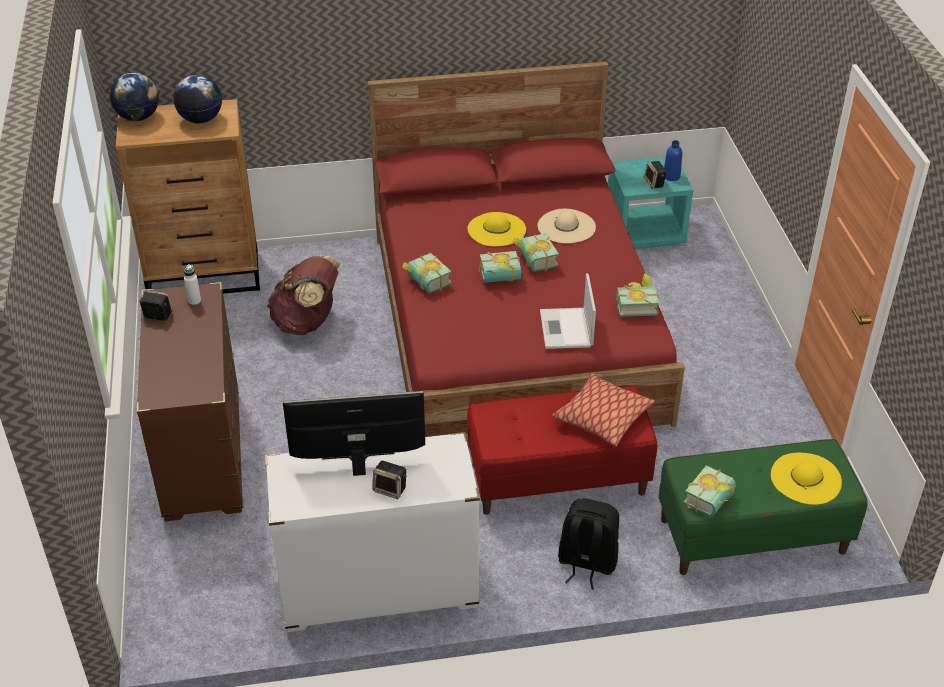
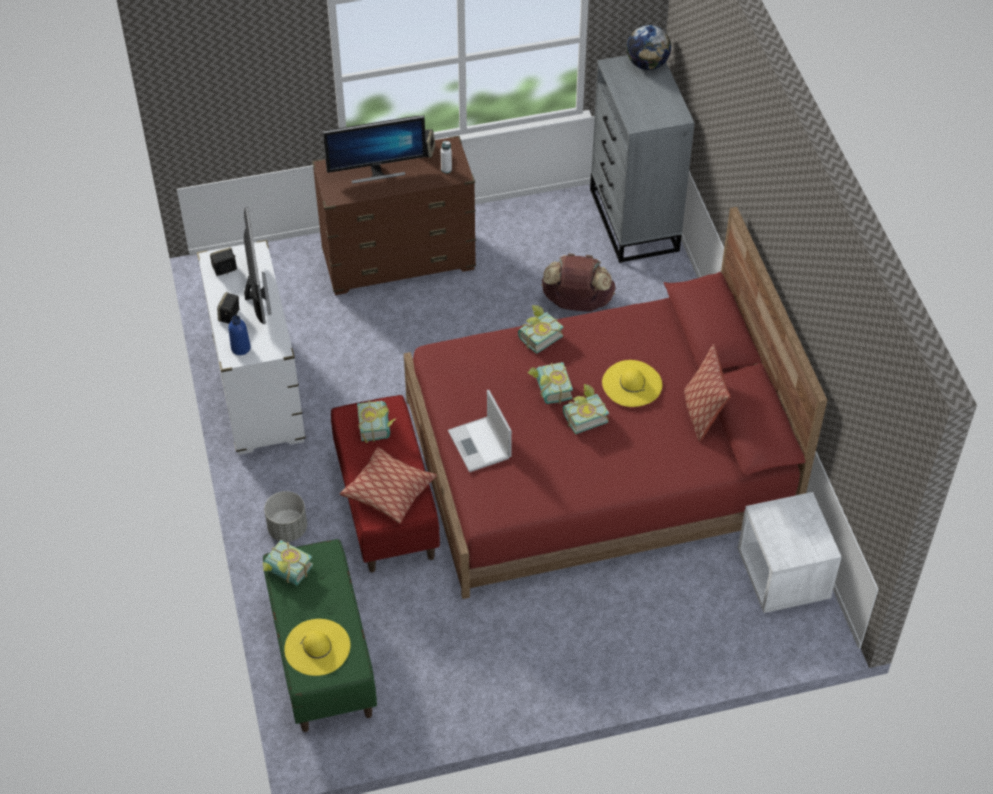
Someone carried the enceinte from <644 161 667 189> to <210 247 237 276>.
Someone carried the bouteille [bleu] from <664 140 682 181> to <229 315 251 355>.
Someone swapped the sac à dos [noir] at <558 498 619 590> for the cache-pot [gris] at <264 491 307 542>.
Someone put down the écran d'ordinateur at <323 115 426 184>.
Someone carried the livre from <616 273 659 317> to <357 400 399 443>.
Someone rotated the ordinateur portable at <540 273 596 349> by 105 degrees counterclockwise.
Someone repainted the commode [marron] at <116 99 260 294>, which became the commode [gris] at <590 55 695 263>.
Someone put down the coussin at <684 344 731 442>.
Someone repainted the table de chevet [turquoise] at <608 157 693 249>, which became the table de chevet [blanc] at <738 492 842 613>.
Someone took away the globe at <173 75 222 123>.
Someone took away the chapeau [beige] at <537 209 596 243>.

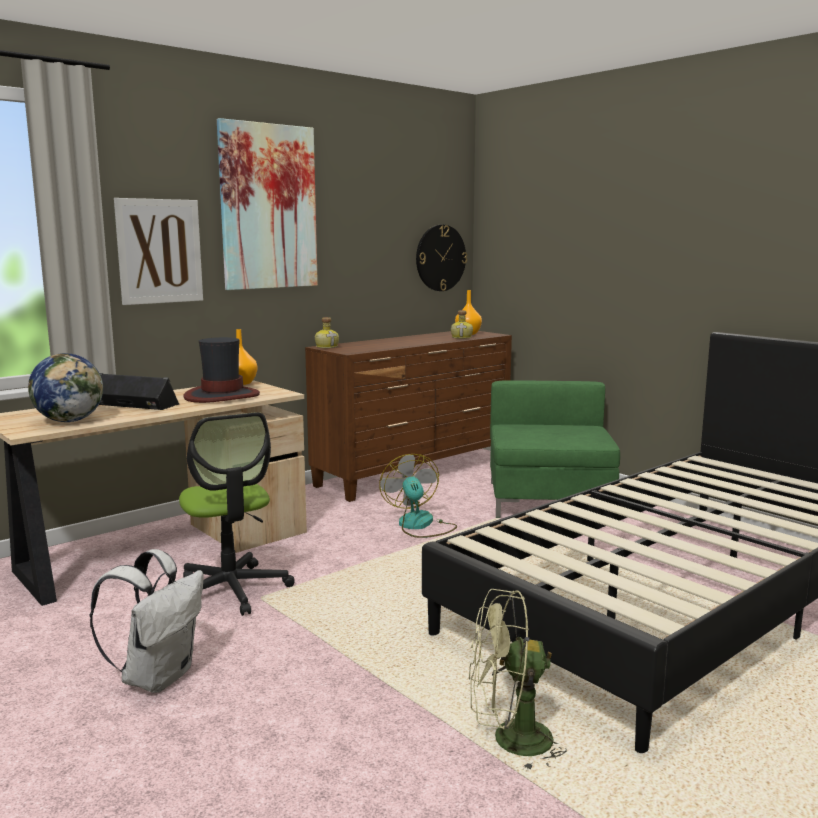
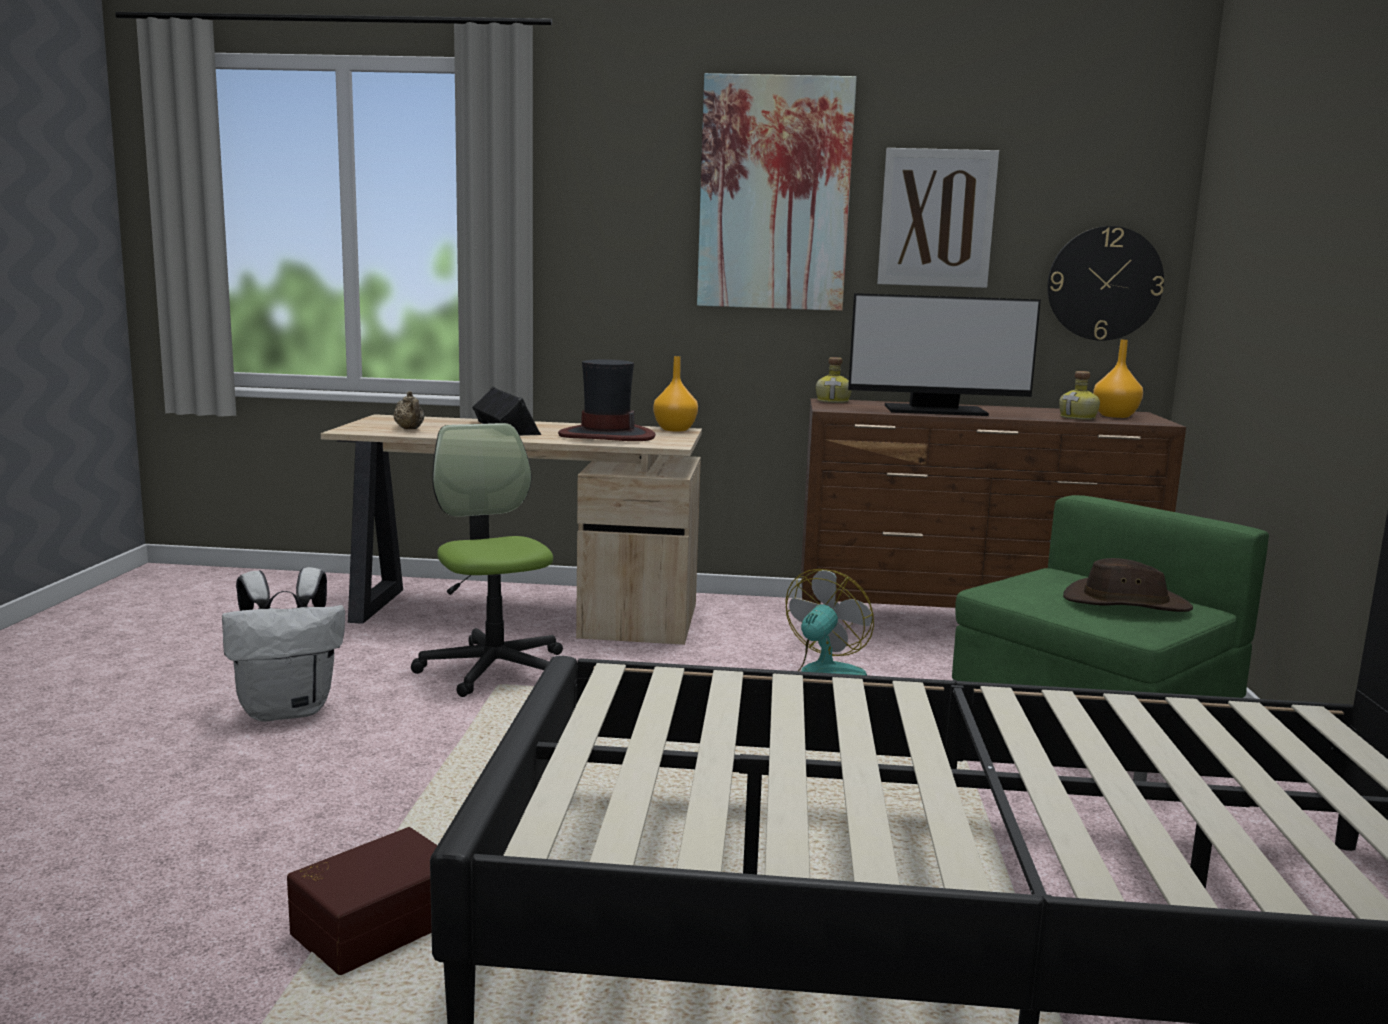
Someone swapped the ventilateur [vert] at <469 589 567 771> for the boîte de rangement [marron] at <287 827 437 975>.
Someone swapped the globe at <28 353 103 422> for the théière [beige] at <393 391 424 429>.
Someone rotated the chaise de bureau at <179 412 295 616> by 135 degrees clockwise.
Someone put down the écran d'ordinateur at <848 293 1041 416>.
Someone carried the tableau from <114 198 203 305> to <877 148 999 288>.
Someone put down the chapeau [marron] at <1063 558 1193 612>.

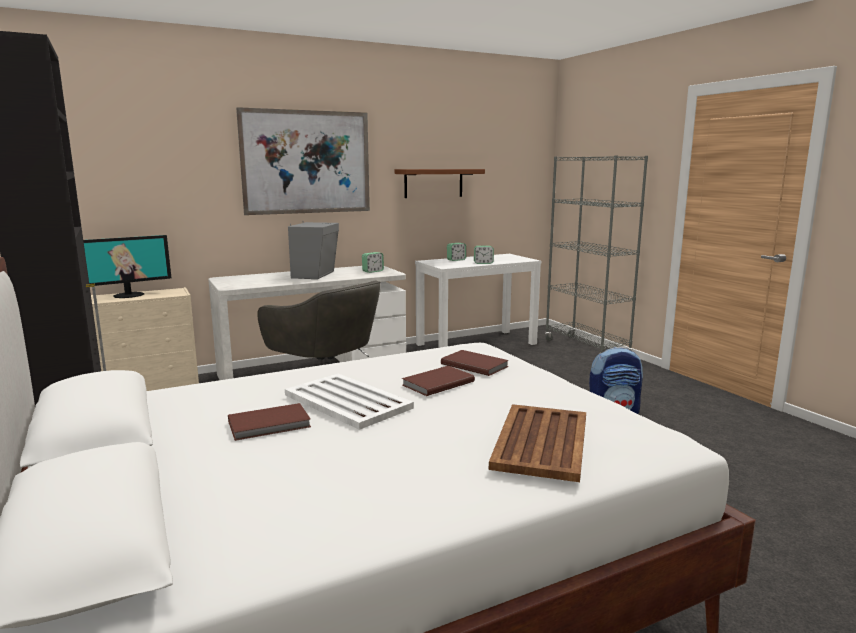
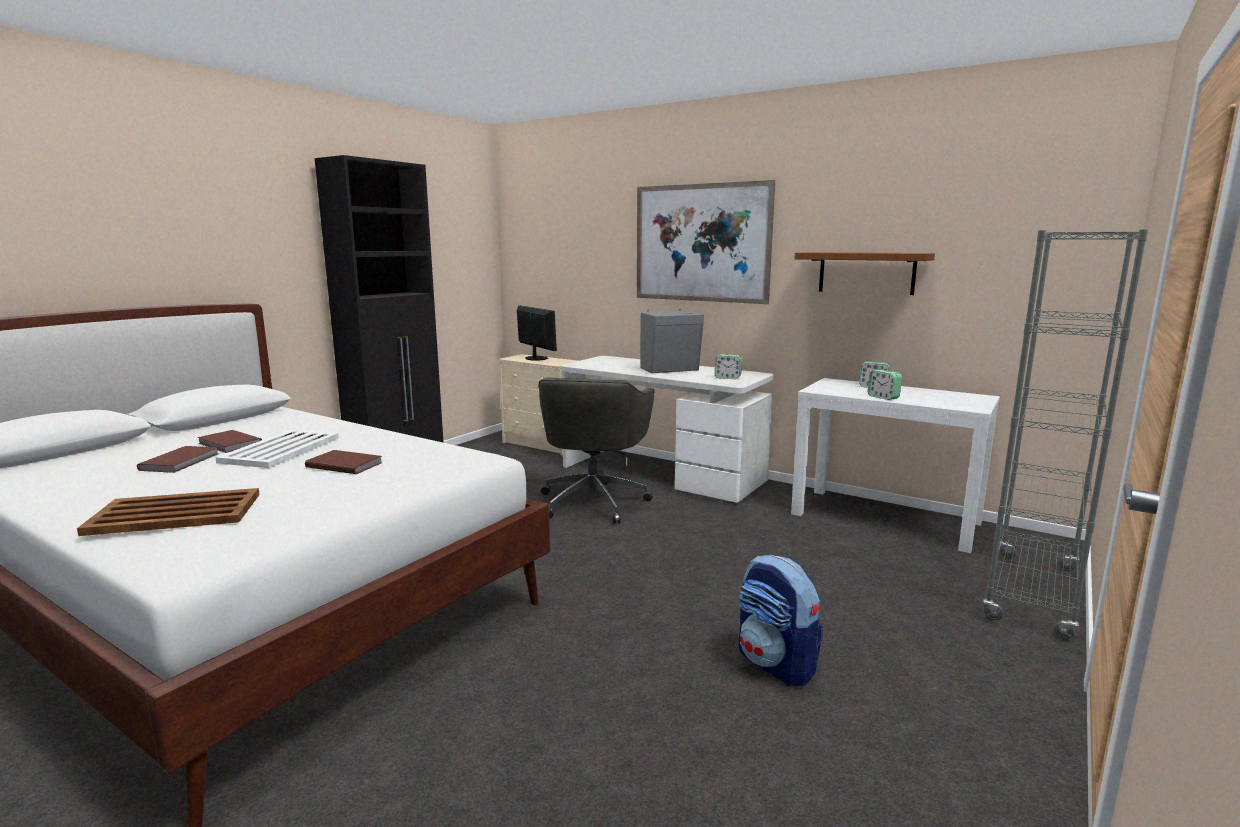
Someone carried the livre [marron] from <441 350 509 376> to <137 446 218 473>.
Someone rotated the écran d'ordinateur at <83 235 172 298> by 150 degrees counterclockwise.

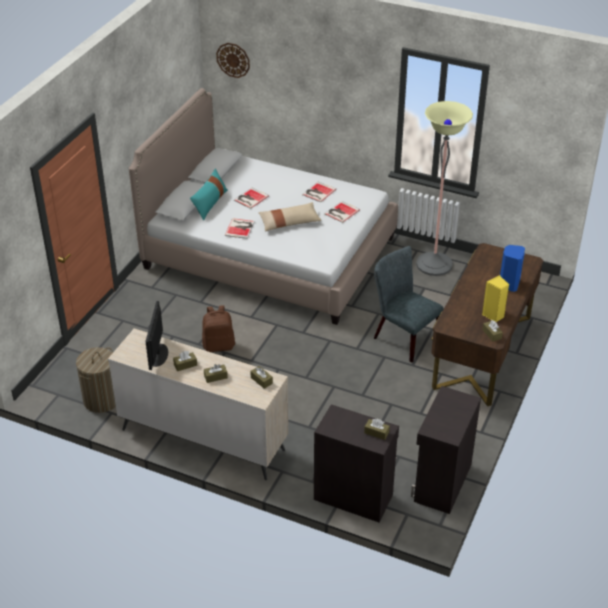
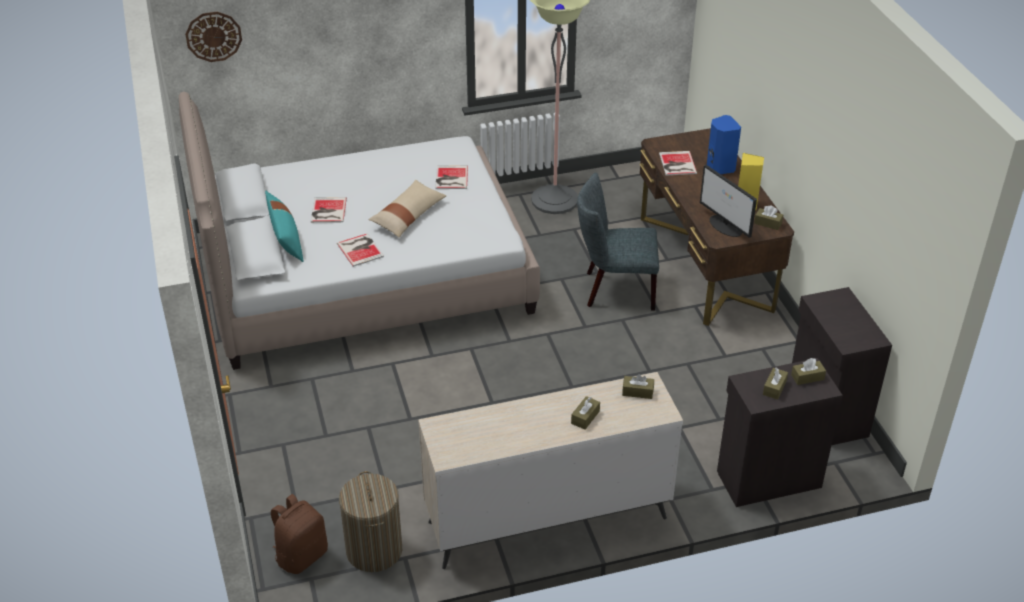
Someone carried the sac à dos [marron] from <202 305 235 352> to <271 494 328 574>.
Someone carried the livre from <302 182 336 202> to <659 151 697 175>.
Someone carried the écran d'ordinateur from <146 301 168 370> to <700 165 757 238>.
Someone carried the boîte à mouchoirs [marron] from <173 351 197 371> to <763 368 788 400>.

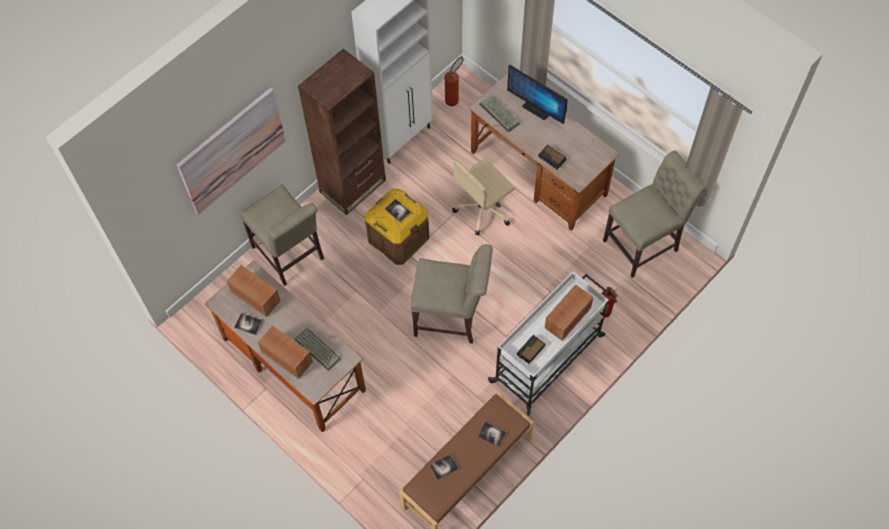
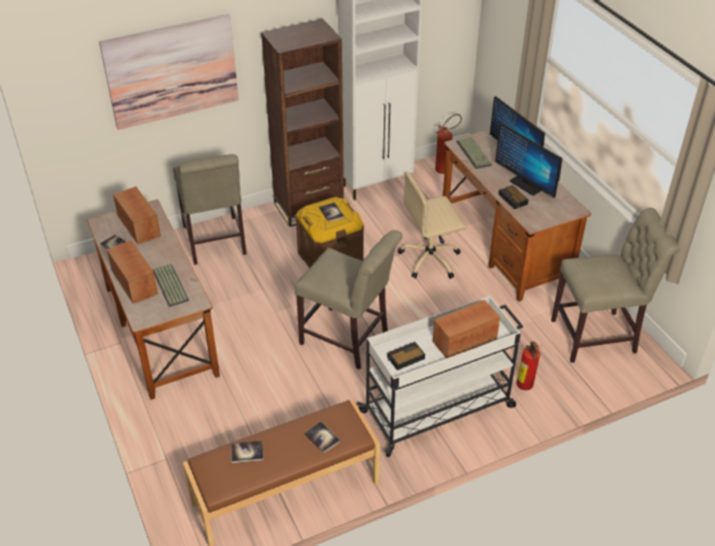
Someone put down the écran d'ordinateur at <495 123 562 198>.

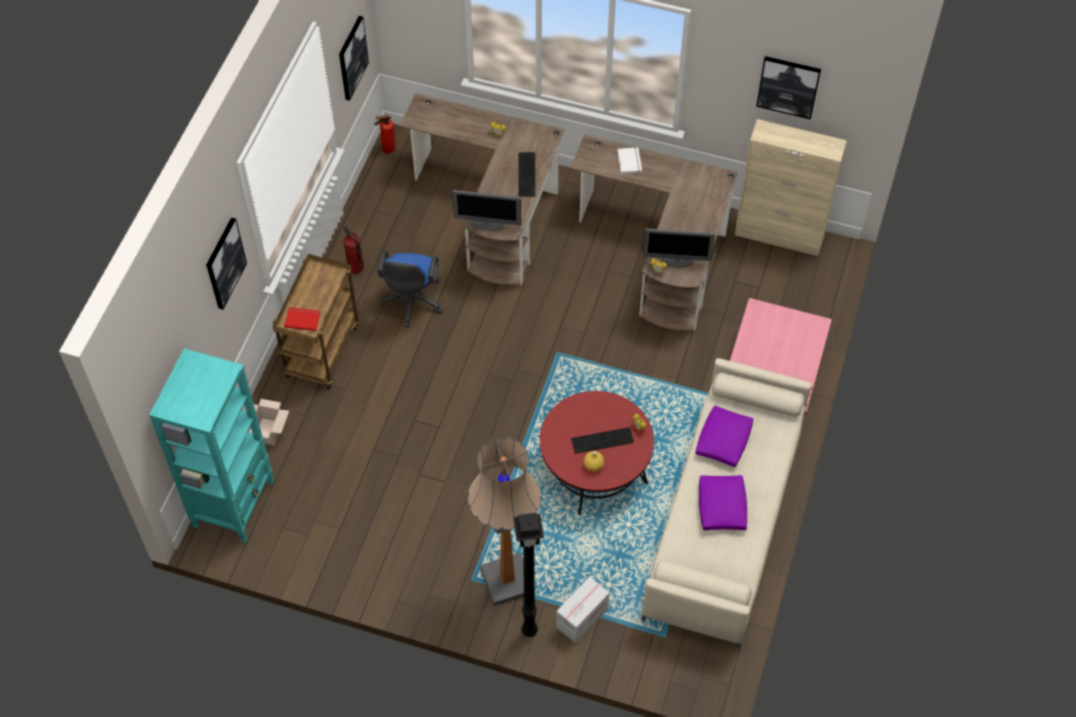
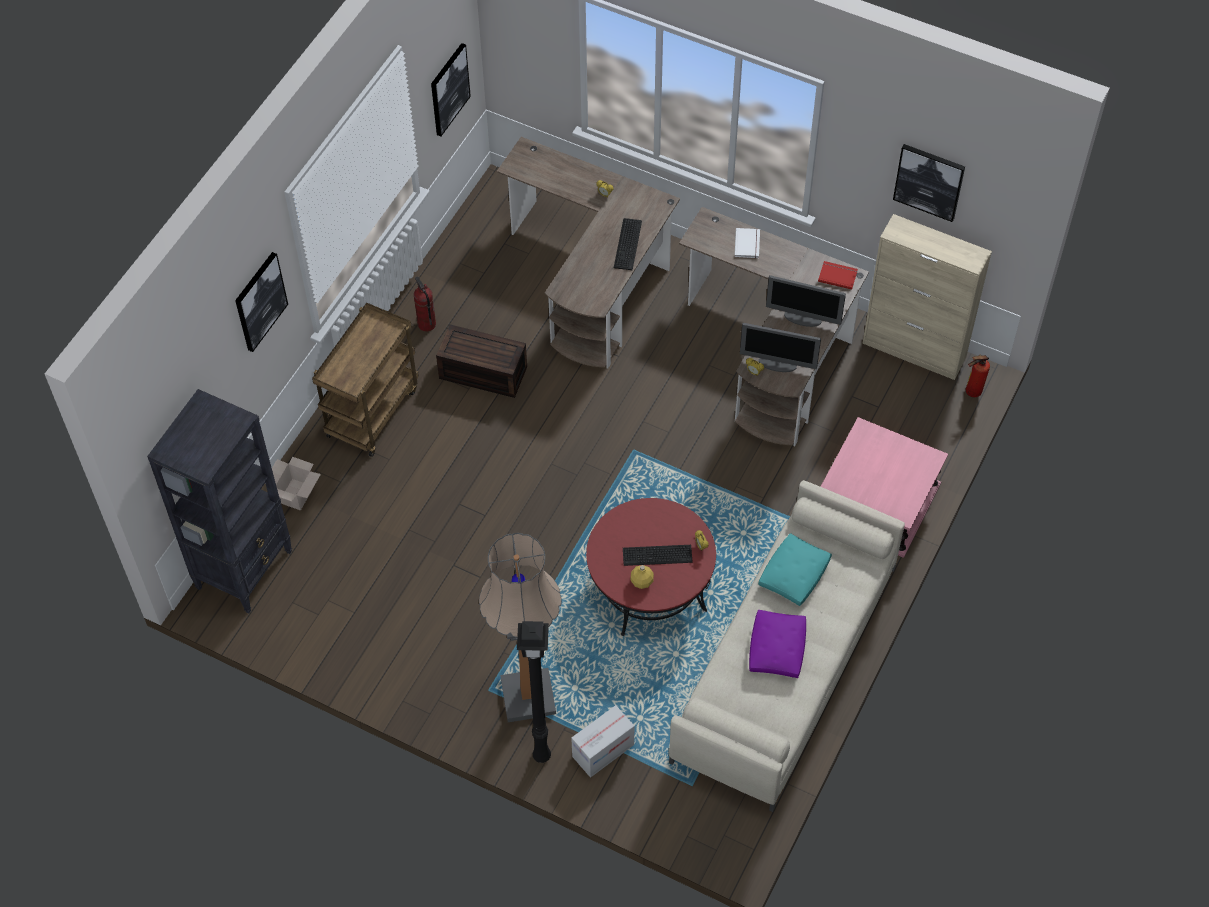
Someone repainted the bibliothèque [turquoise] at <149 348 274 543>, which became the bibliothèque [noir] at <147 389 292 613>.
Someone swapped the chaise de bureau [bleu] at <377 250 443 328> for the boîte de rangement [marron] at <436 324 527 398>.
Someone repainted the coussin [violet] at <696 406 753 467>, which became the coussin [turquoise] at <758 533 832 606>.
Someone carried the écran d'ordinateur from <452 190 521 231> to <766 275 846 327>.
Someone carried the livre [rouge] from <284 307 321 331> to <818 261 858 290>.
Someone carried the extincteur from <374 115 395 153> to <966 354 990 397>.

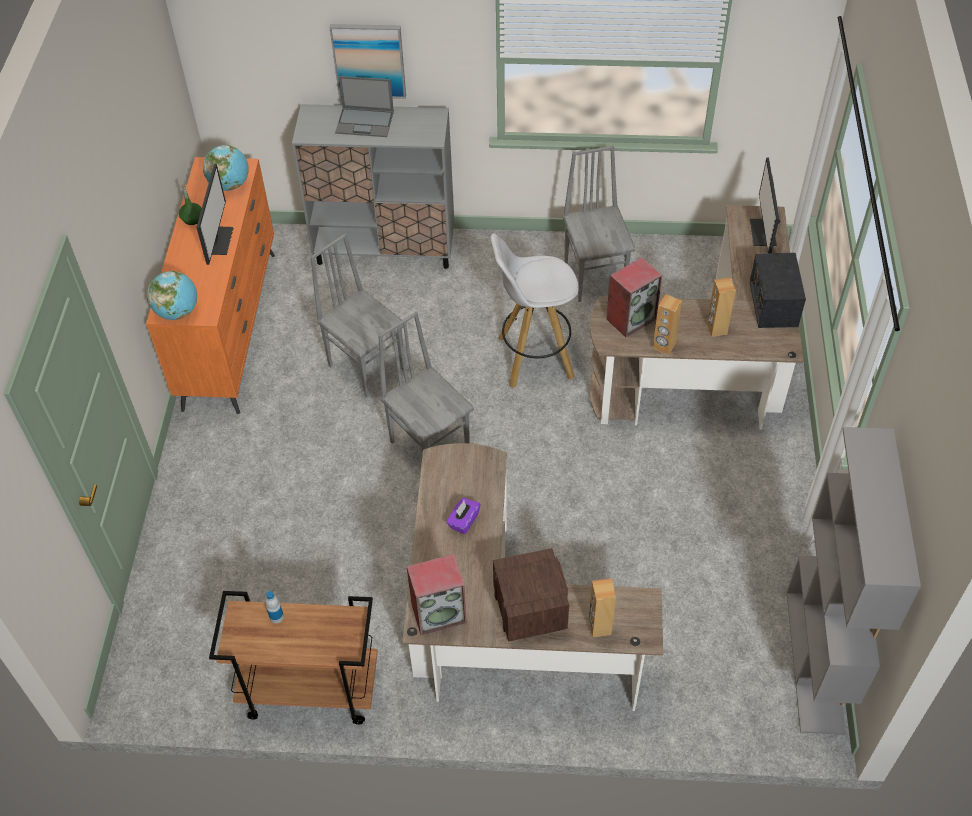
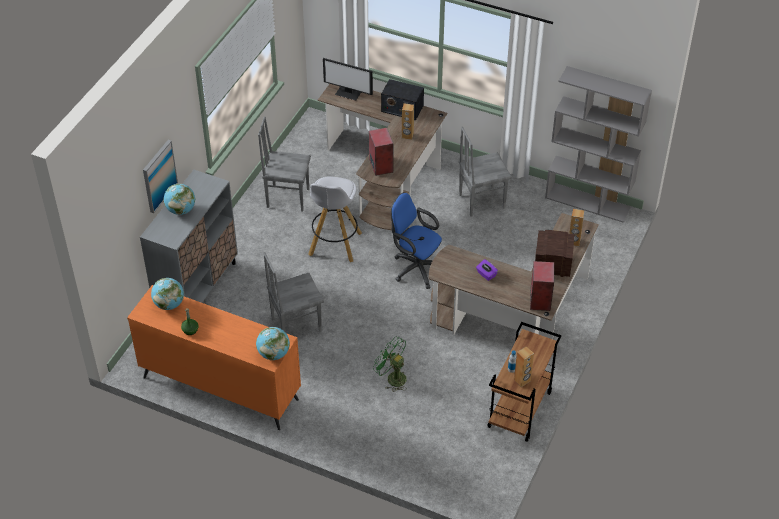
Someone swapped the ordinateur portable at <335 76 394 137> for the globe at <164 184 195 215>.
Someone put down the ventilateur [vert] at <373 337 407 392>.
Someone put down the chaise de bureau [bleu] at <391 192 442 289>.
Someone carried the chaise [gris] from <378 312 474 454> to <459 127 512 217>.
Someone carried the enceinte [marron] from <653 294 682 355> to <514 347 534 387>.
Someone took away the écran d'ordinateur at <196 164 234 265>.

